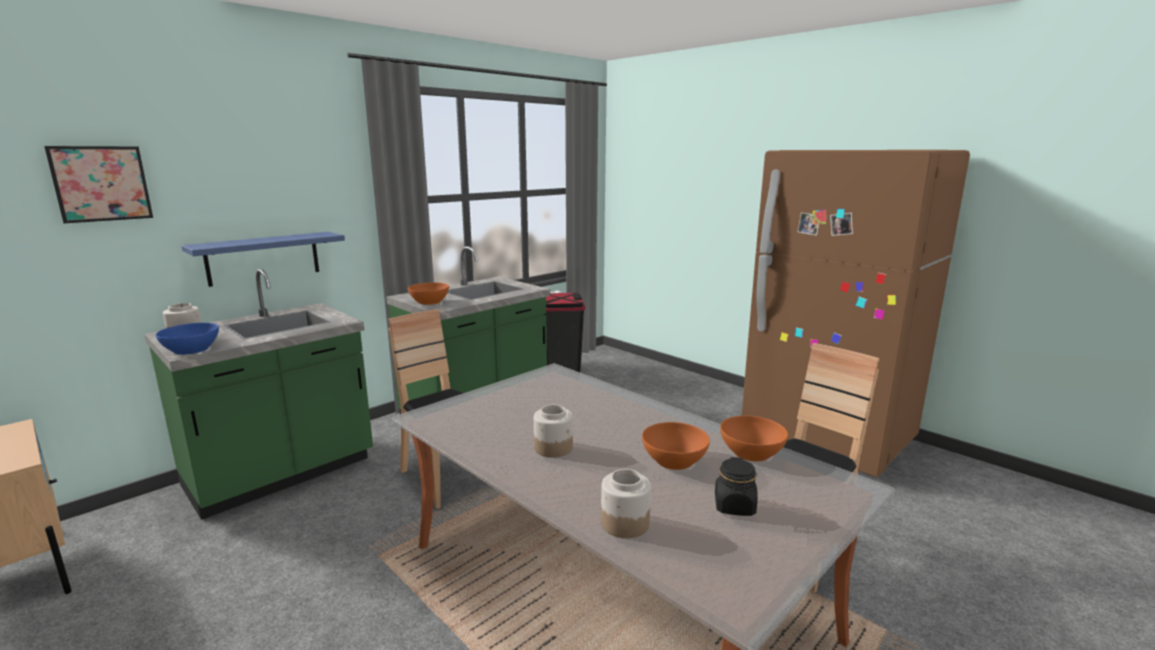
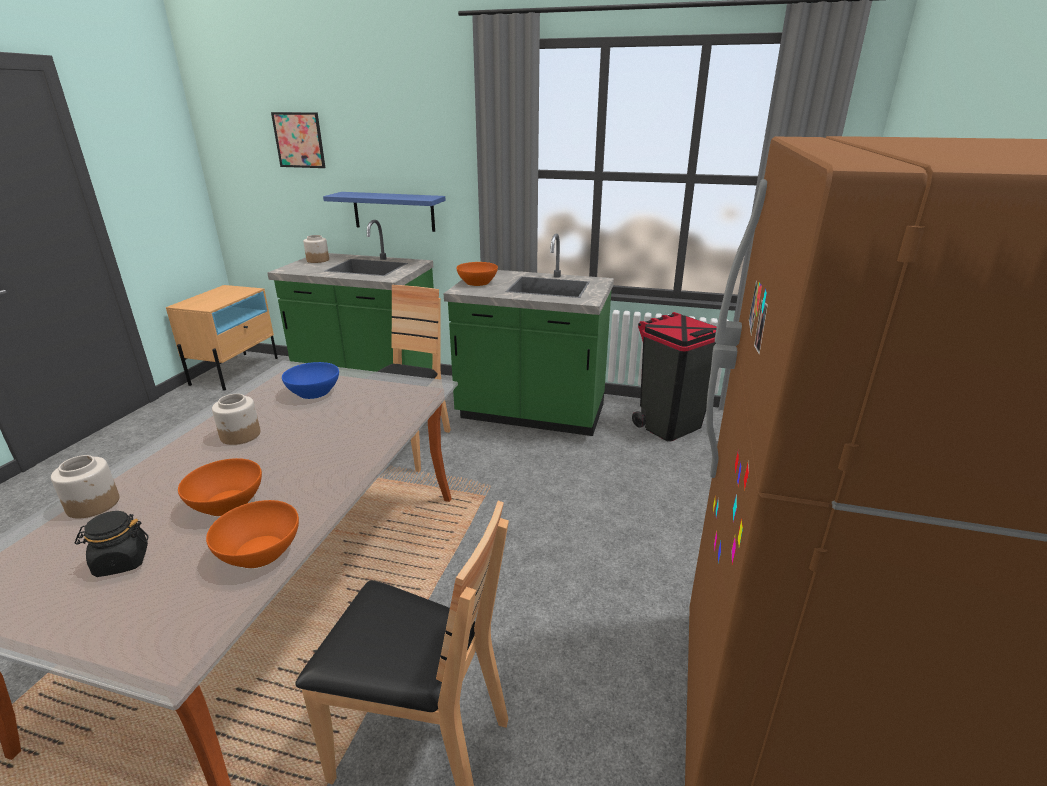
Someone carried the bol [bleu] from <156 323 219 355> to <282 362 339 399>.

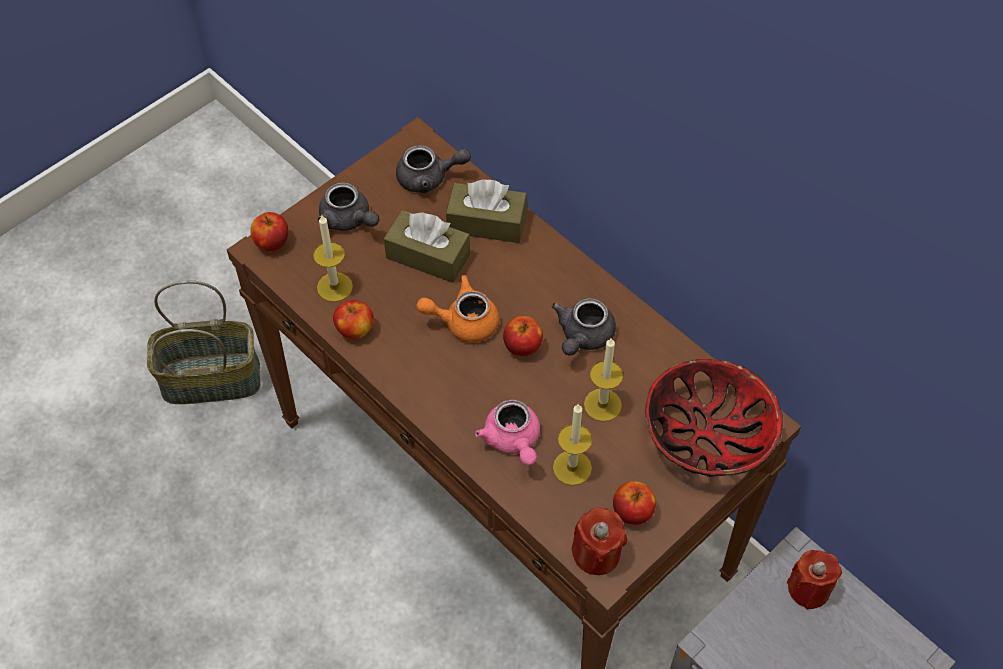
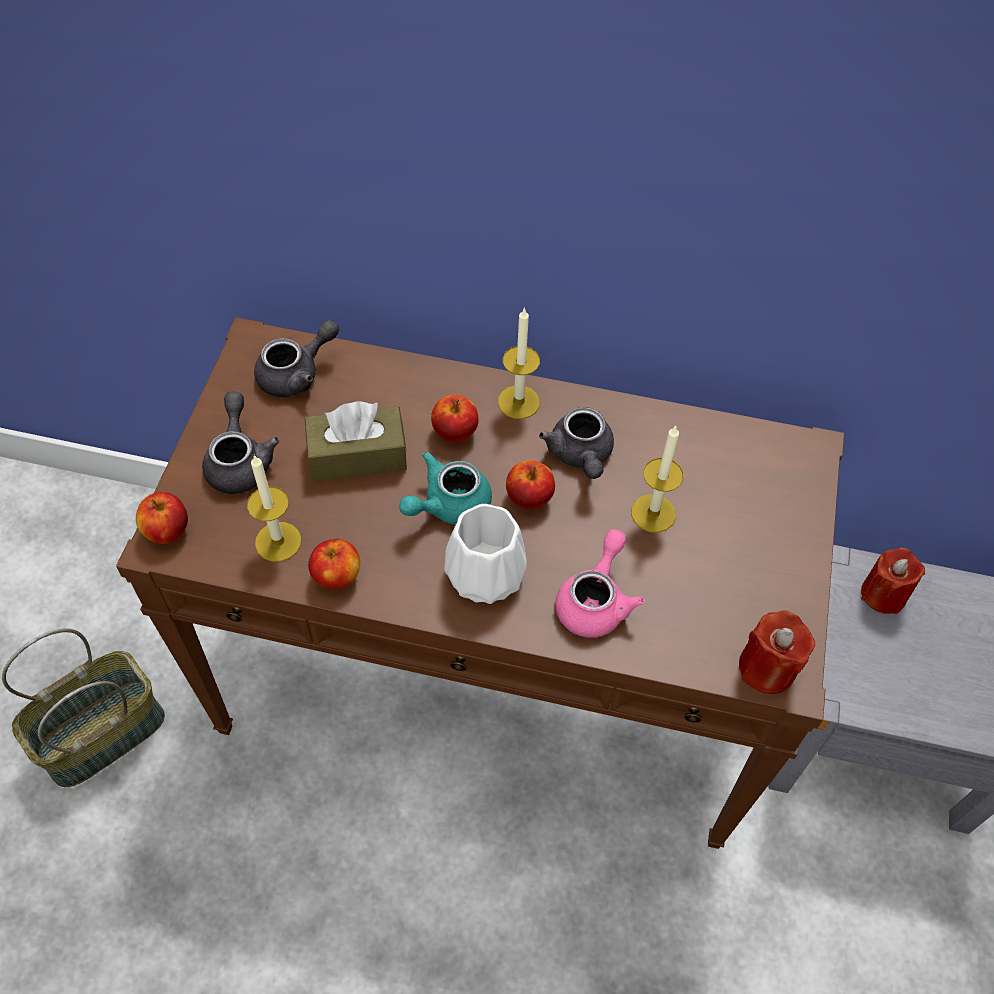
Someone rotated the théière [gris] at <318 182 379 231> by 105 degrees counterclockwise.
Someone repainted the théière [orange] at <416 275 499 342>, which became the théière [turquoise] at <399 452 492 524>.
Someone carried the pomme from <613 481 656 525> to <431 395 479 443>.
Someone put down the vase [blanc] at <444 504 527 604>.
Someone carried the bougie from <553 403 592 486> to <498 307 540 419>.
Someone rotated the théière [rose] at <475 400 540 466> by 105 degrees counterclockwise.
Someone took away the boîte à mouchoirs [marron] at <446 179 527 243>.
Someone took away the bol at <645 359 783 477>.

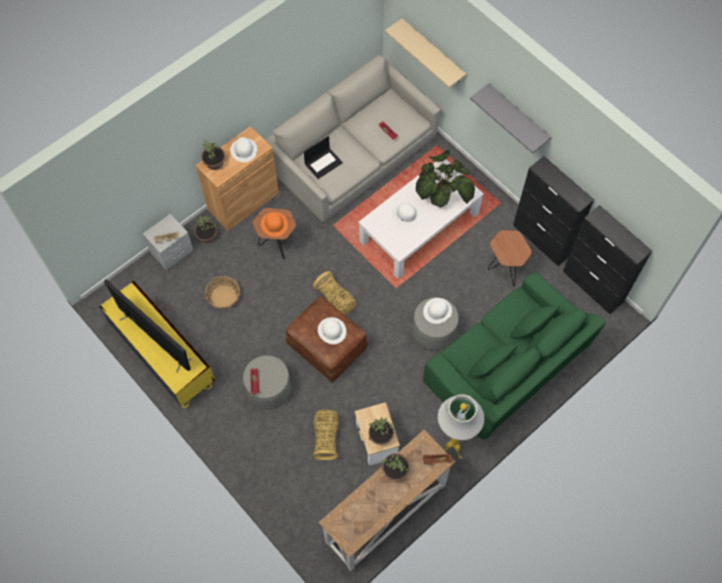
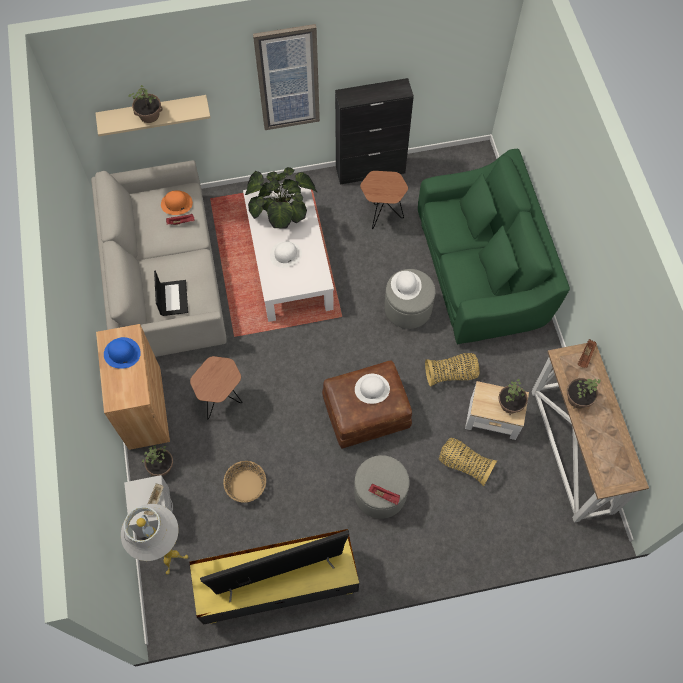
Someone repainted the chapeau [blanc] at <230 137 257 162>, which became the chapeau [bleu] at <104 337 141 369>.
Someone carried the lampadaire [blanc] from <438 394 484 459> to <121 504 188 575>.
Someone carried the plante en pot from <201 140 225 170> to <129 85 163 123>.
Someone carried the chapeau [orange] from <261 212 288 237> to <161 191 193 215>.
Someone swapped the étagère [gris] at <470 83 552 153> for the tableau at <253 24 320 130>.
Someone carried the panier from <313 271 356 315> to <425 353 479 387>.
Someone took away the meuble de rangement [noir] at <563 205 652 314>.

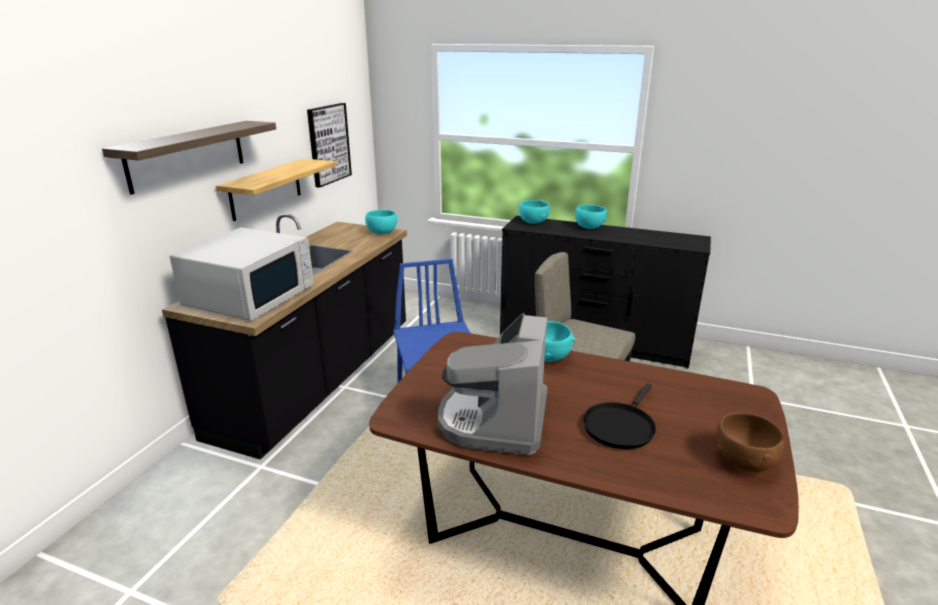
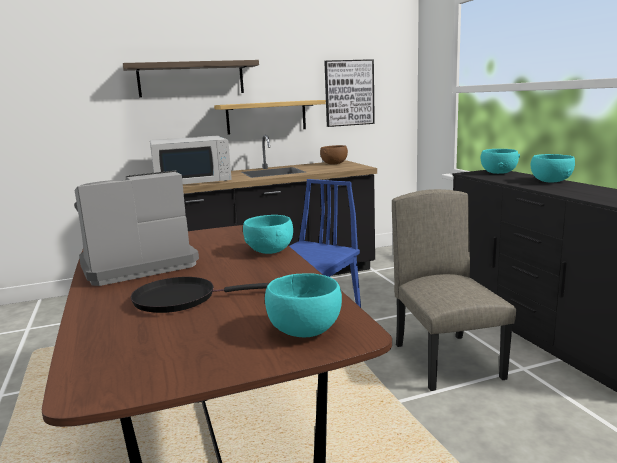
Someone carried the bol [turquoise] from <365 210 397 234> to <265 273 342 337>.
Someone carried the bol [marron] from <716 412 785 472> to <320 145 348 165>.

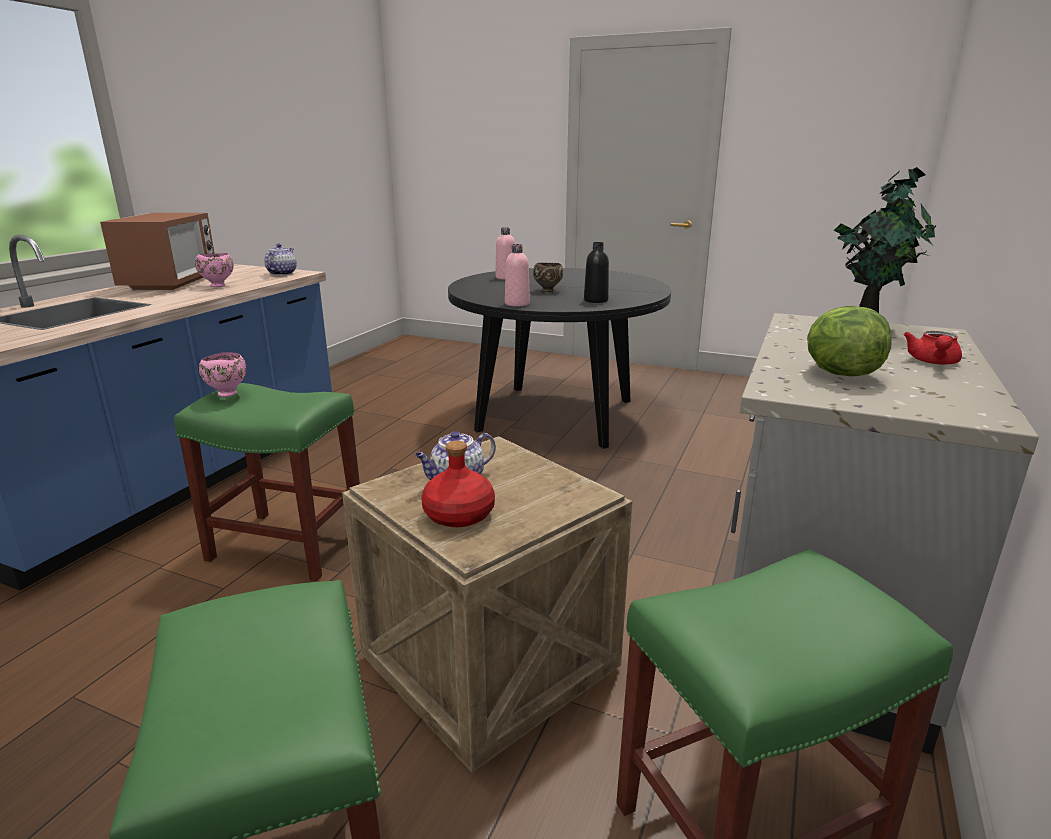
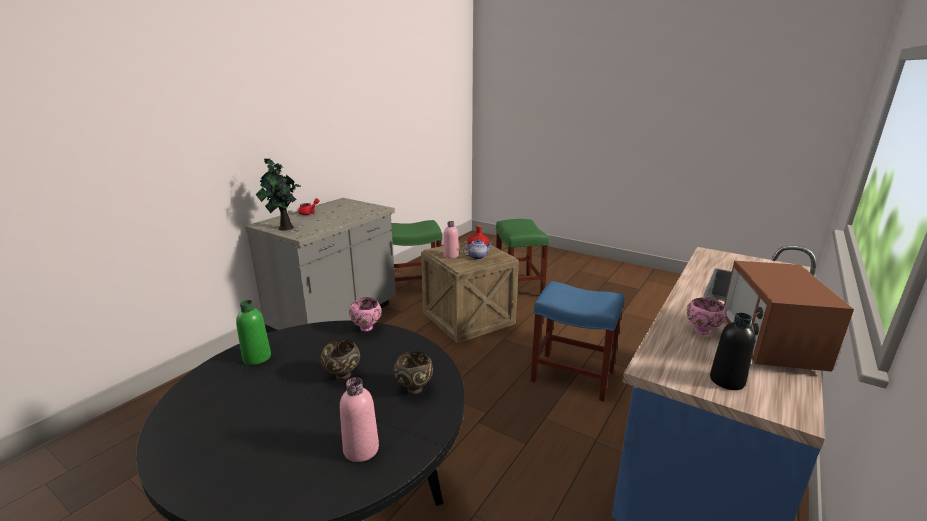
Someone put down the bouteille [vert] at <236 300 271 365>.
Someone carried the bol [rose] from <199 352 247 397> to <349 297 381 331>.
Someone put down the bol [marron] at <394 351 433 394>.
Someone carried the bouteille [rose] from <505 244 530 307> to <444 221 459 259>.
Someone repainted the tabouret [vert] at <174 383 360 581>, which became the tabouret [bleu] at <531 281 624 402>.
Someone carried the bouteille [noir] from <584 242 609 303> to <710 313 756 390>.
Someone took away the théière at <264 243 297 275>.
Someone took away the laitue at <807 306 892 376>.

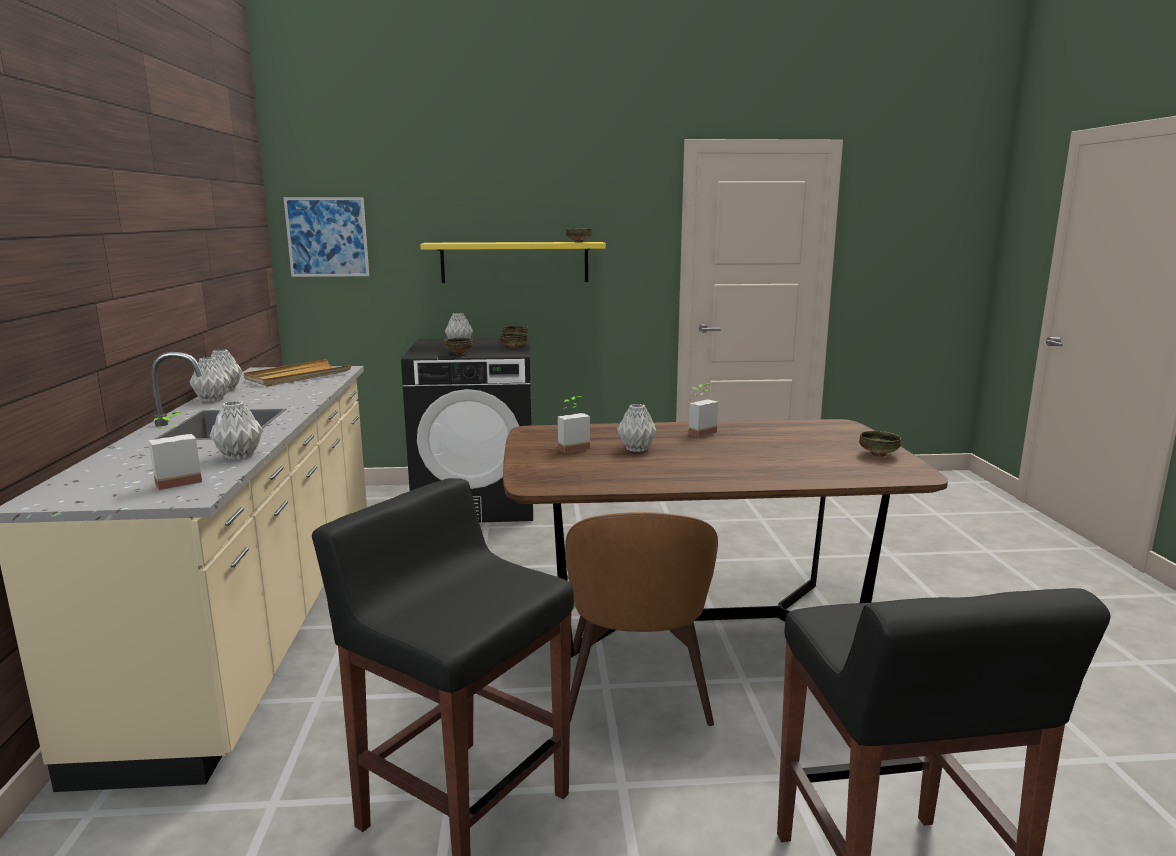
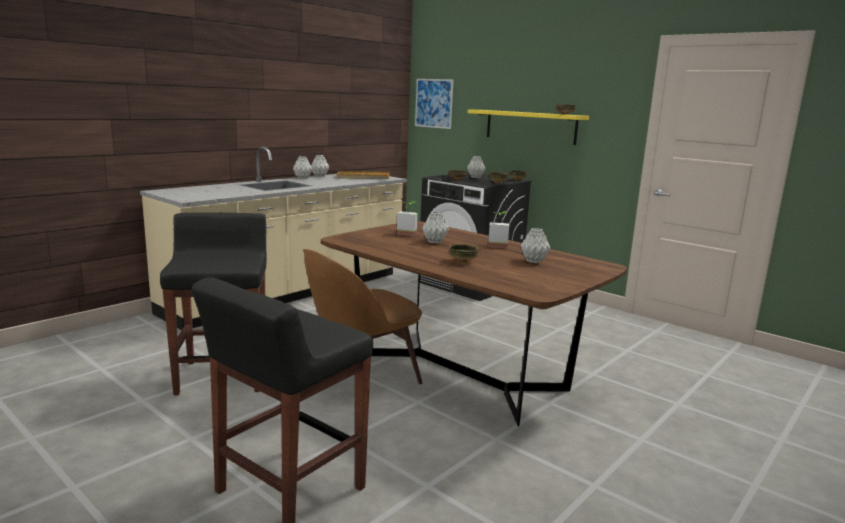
Someone carried the bol from <859 431 901 457> to <449 244 478 262>.
Someone carried the vase [gris] from <210 401 263 460> to <521 228 550 263>.
Someone took away the plante en pot at <148 411 202 490>.

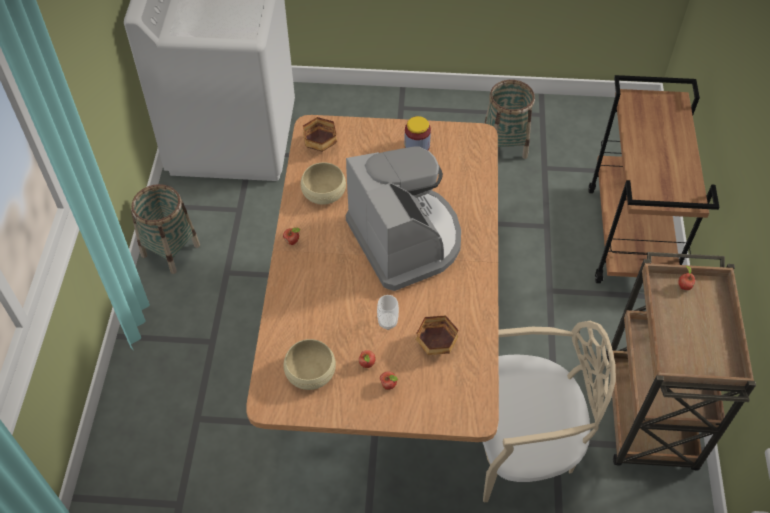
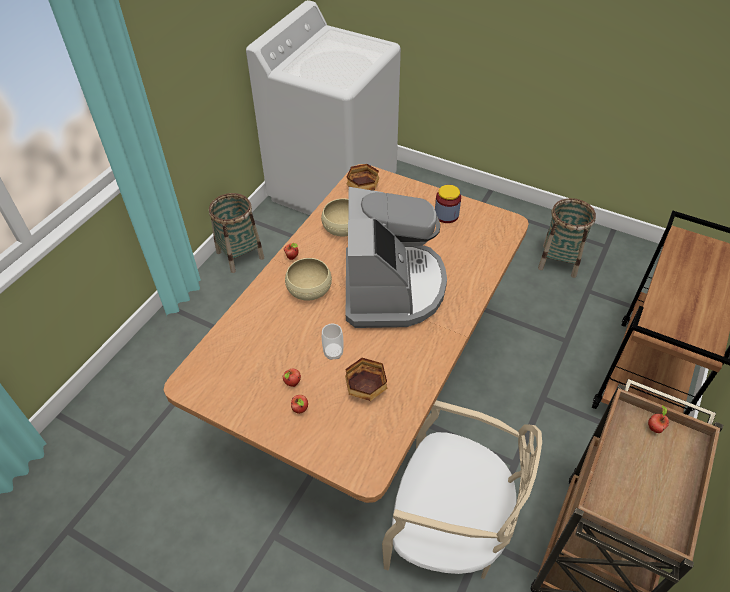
Someone carried the bol [beige] from <283 339 336 390> to <285 258 332 301>.

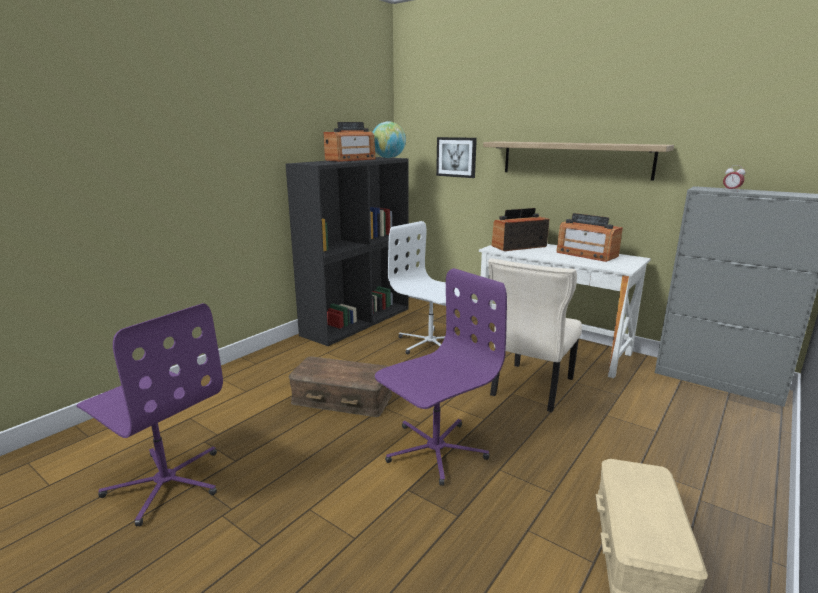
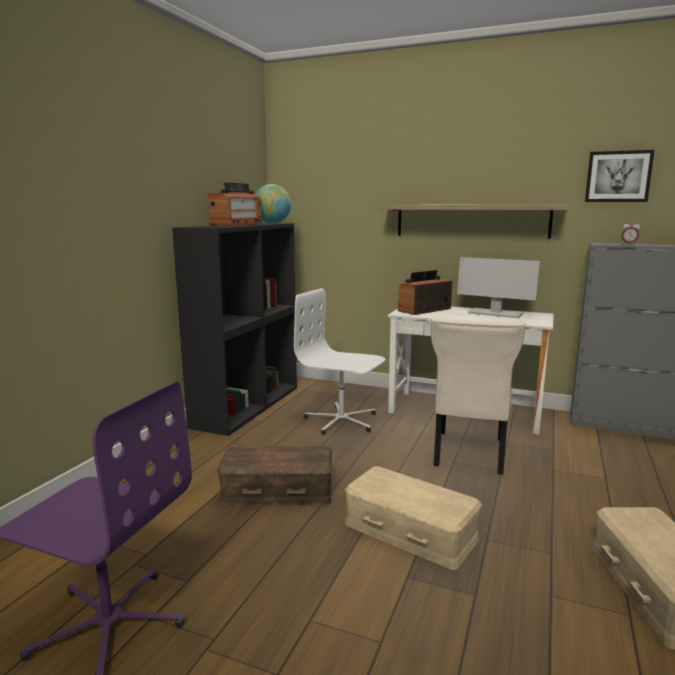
Someone swapped the chaise de bureau [violet] at <375 268 507 486> for the boîte de rangement [beige] at <345 466 482 570>.
Someone swapped the radio at <556 213 623 262> for the écran d'ordinateur at <457 257 540 318>.
Someone carried the tableau from <436 137 477 178> to <585 150 654 202>.

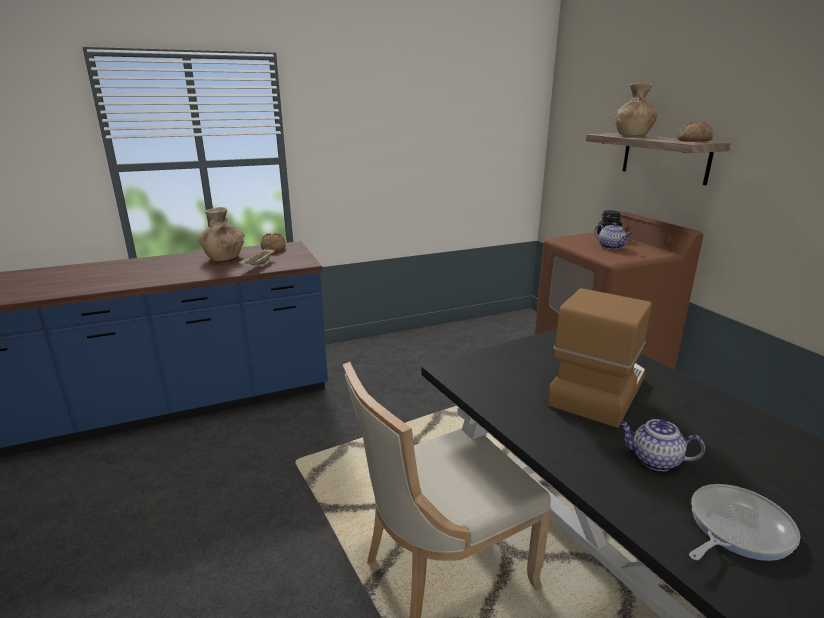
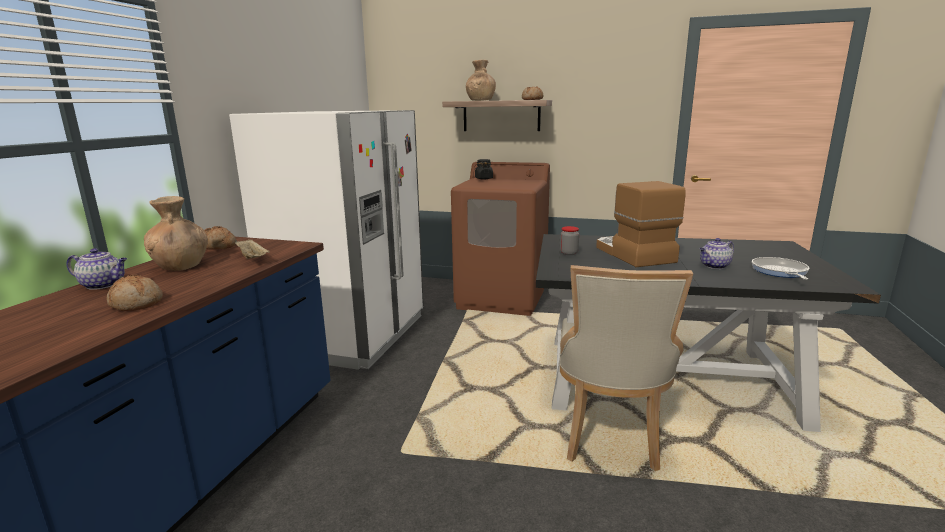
Someone carried the théière from <594 222 633 249> to <66 248 127 290>.
Someone put down the pain at <107 274 163 311>.
Someone put down the réfrigérateur [blanc] at <229 110 424 370>.
Someone put down the bocal at <560 226 579 255>.

